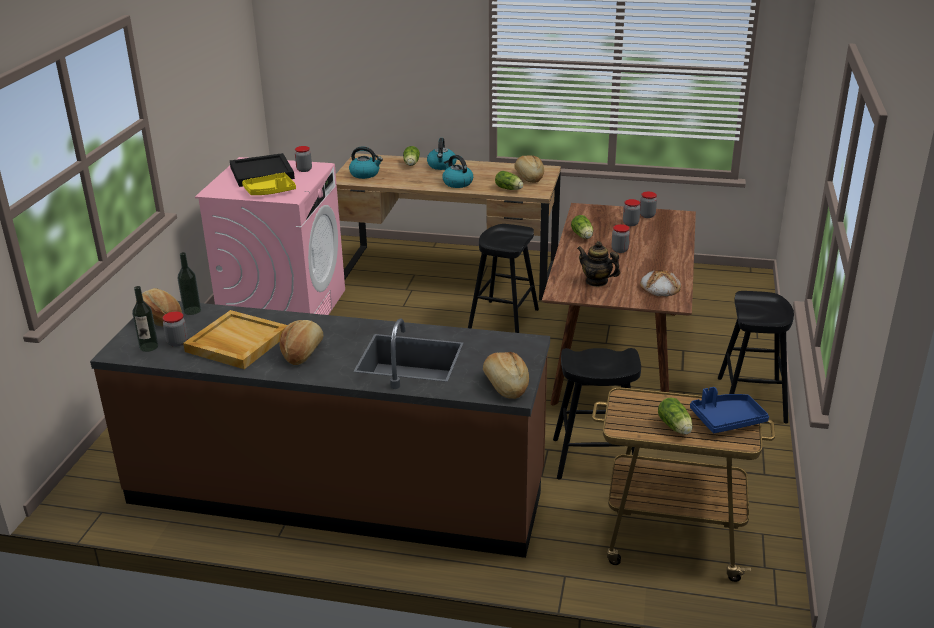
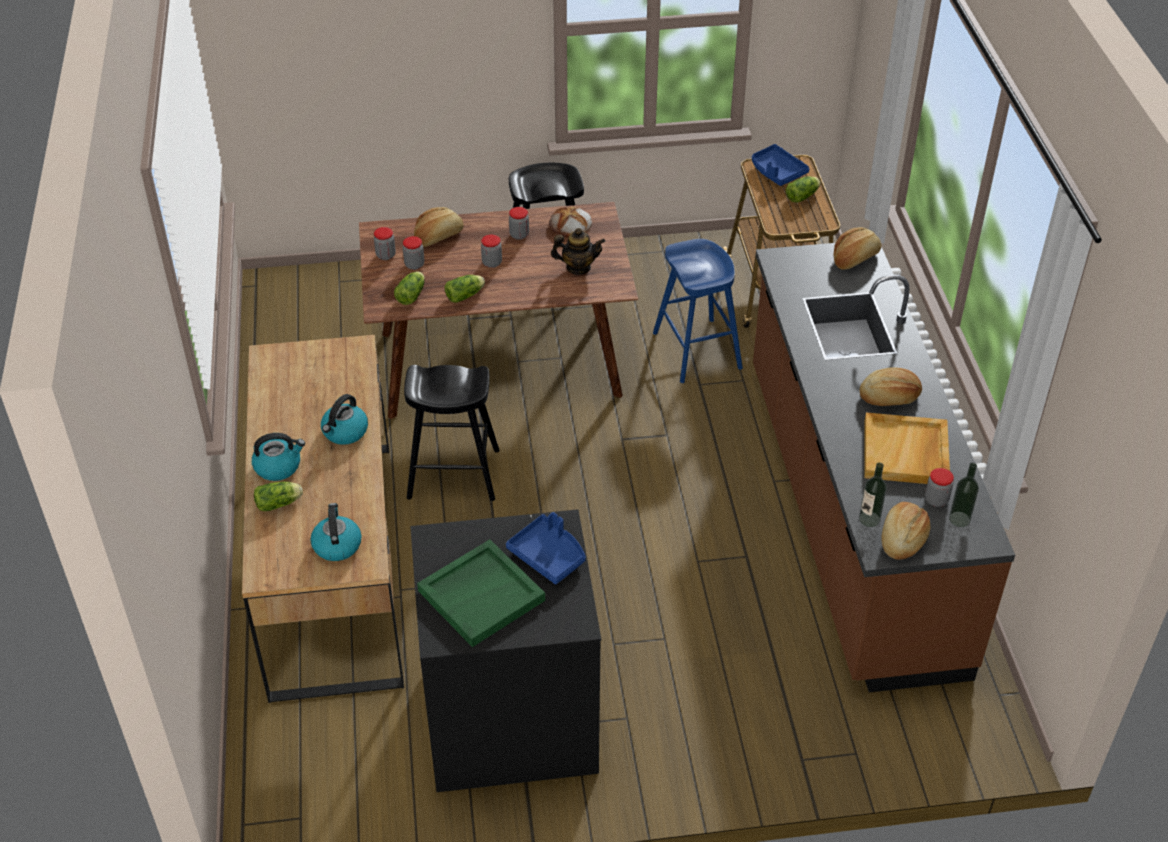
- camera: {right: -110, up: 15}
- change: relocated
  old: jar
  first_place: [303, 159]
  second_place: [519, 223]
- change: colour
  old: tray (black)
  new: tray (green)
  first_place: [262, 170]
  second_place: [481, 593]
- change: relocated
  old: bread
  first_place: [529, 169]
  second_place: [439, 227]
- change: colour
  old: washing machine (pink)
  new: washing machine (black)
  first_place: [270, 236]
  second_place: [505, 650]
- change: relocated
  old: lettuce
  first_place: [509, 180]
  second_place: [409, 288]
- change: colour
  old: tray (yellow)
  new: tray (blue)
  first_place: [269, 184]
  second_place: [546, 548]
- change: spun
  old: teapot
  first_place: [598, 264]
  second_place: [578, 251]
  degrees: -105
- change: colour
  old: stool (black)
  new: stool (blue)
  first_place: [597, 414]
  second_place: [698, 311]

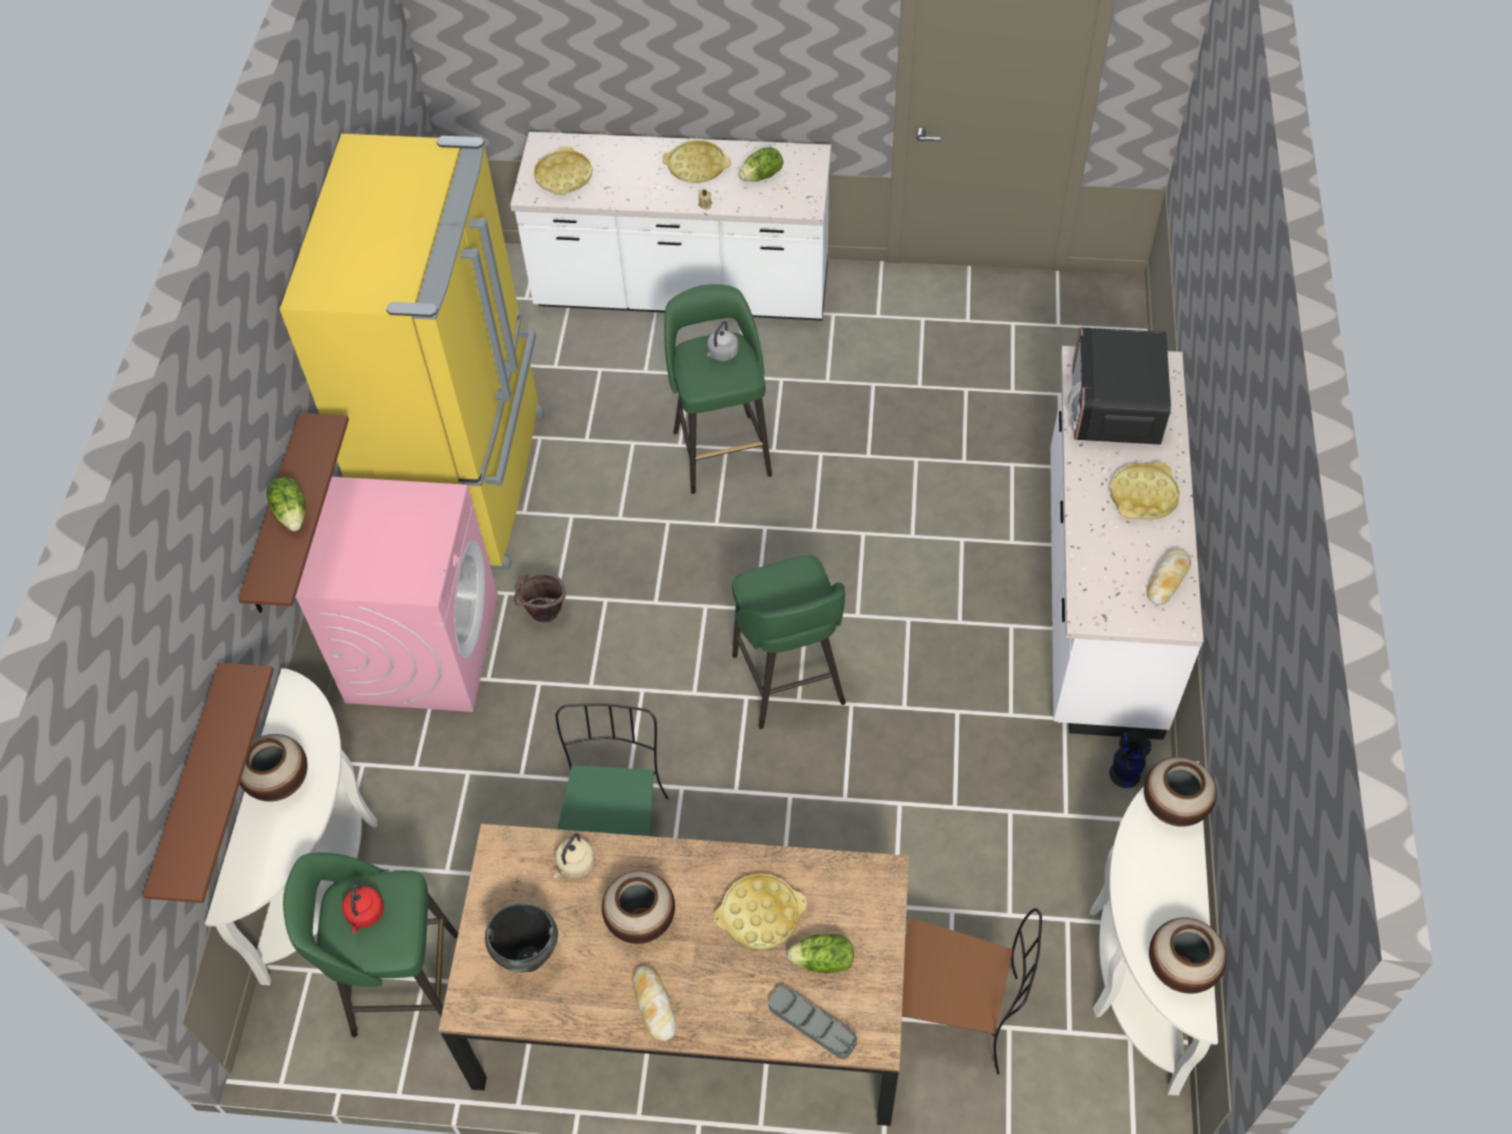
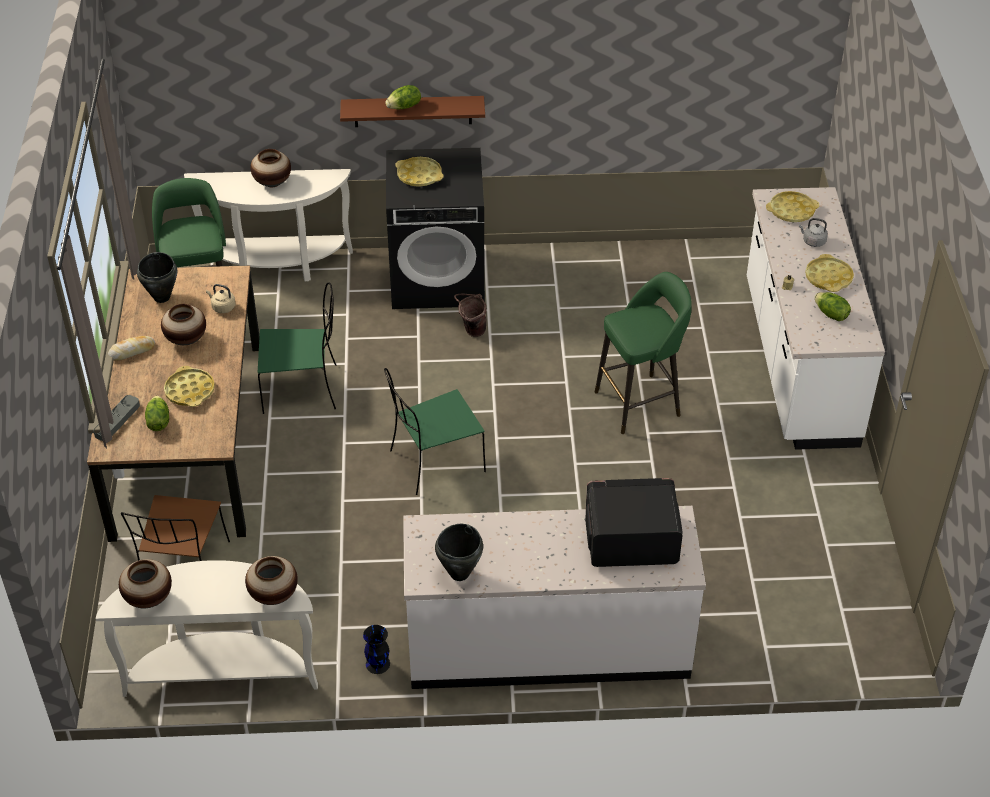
- camera: {right: 80, up: -10}
- change: missing
  old: fridge (yellow)
  first_place: [412, 352]
- change: relocated
  old: kettle (grey)
  first_place: [722, 341]
  second_place: [813, 232]
- change: relocated
  old: tray (yellow)
  first_place: [1145, 491]
  second_place: [419, 172]
- change: colour
  old: washing machine (pink)
  new: washing machine (black)
  first_place: [397, 594]
  second_place: [435, 228]
- change: exchanged
  old: bread
  new: cooking pot (black)
  first_place: [1169, 576]
  second_place: [459, 552]
- change: exchanged
  old: stool (green)
  new: chair (green)
  first_place: [789, 642]
  second_place: [435, 431]
- change: missing
  old: shelf (brown)
  first_place: [208, 783]
- change: missing
  old: kettle (red)
  first_place: [363, 907]

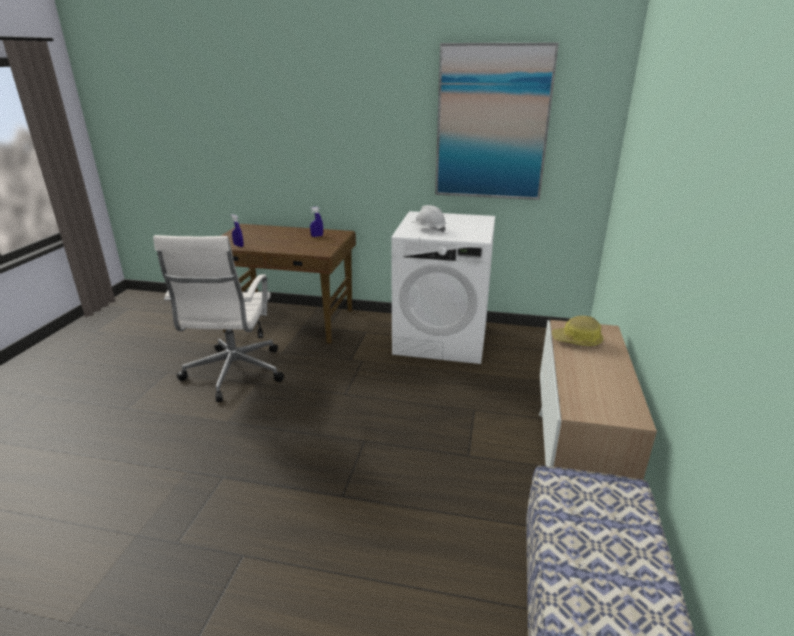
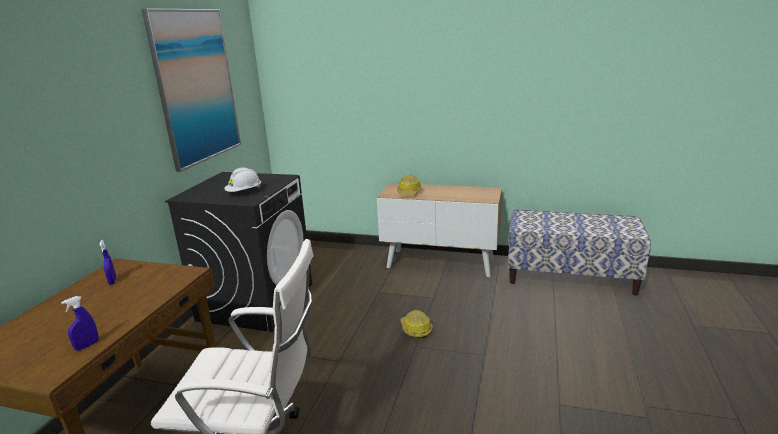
- camera: {right: -85, up: -5}
- change: colour
  old: washing machine (white)
  new: washing machine (black)
  first_place: [443, 287]
  second_place: [238, 252]
- change: appeared
  new: hard hat
  second_place: [416, 324]

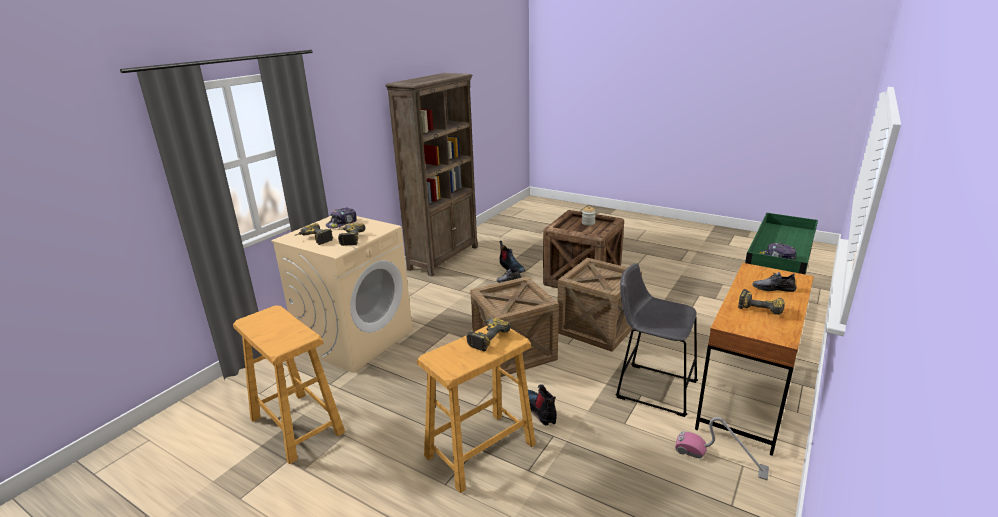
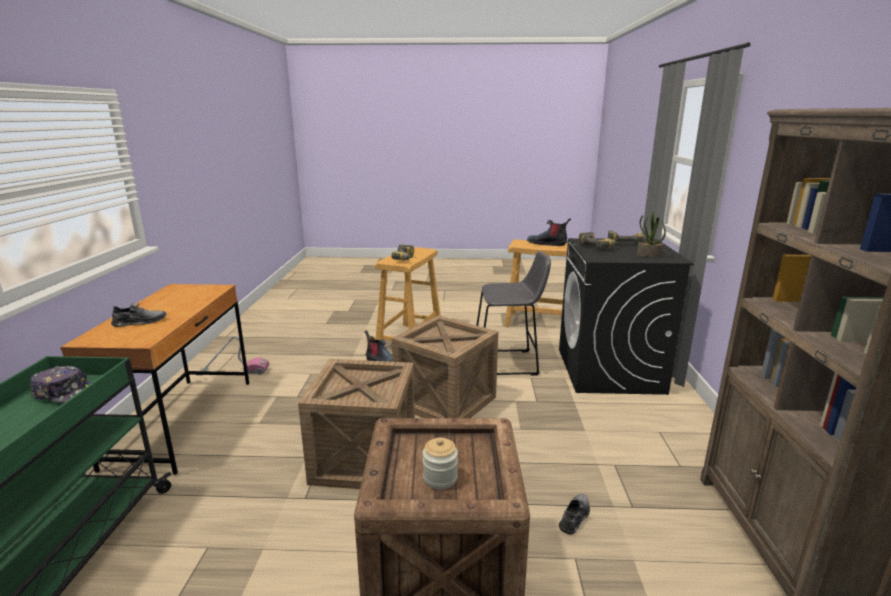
- camera: {right: 150, up: -5}
- change: exchanged
  old: cap
  new: potted plant
  first_place: [341, 218]
  second_place: [651, 234]
- change: colour
  old: washing machine (beige)
  new: washing machine (black)
  first_place: [342, 294]
  second_place: [626, 316]
- change: relocated
  old: boot
  first_place: [512, 257]
  second_place: [549, 232]
- change: relocated
  old: stool (grey)
  first_place: [656, 340]
  second_place: [513, 313]
- change: missing
  old: power drill
  first_place: [761, 302]

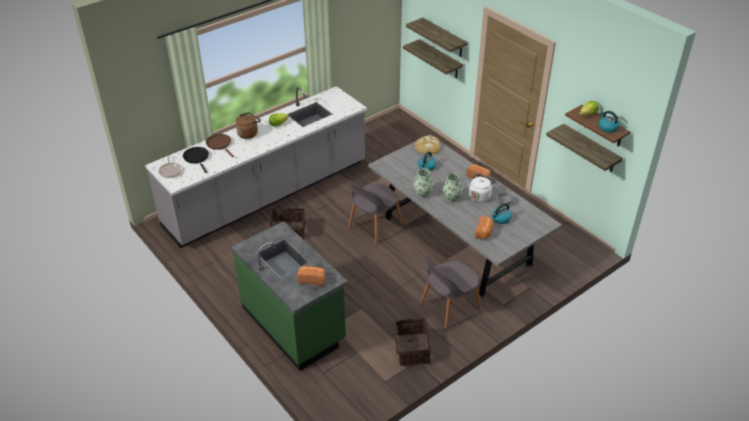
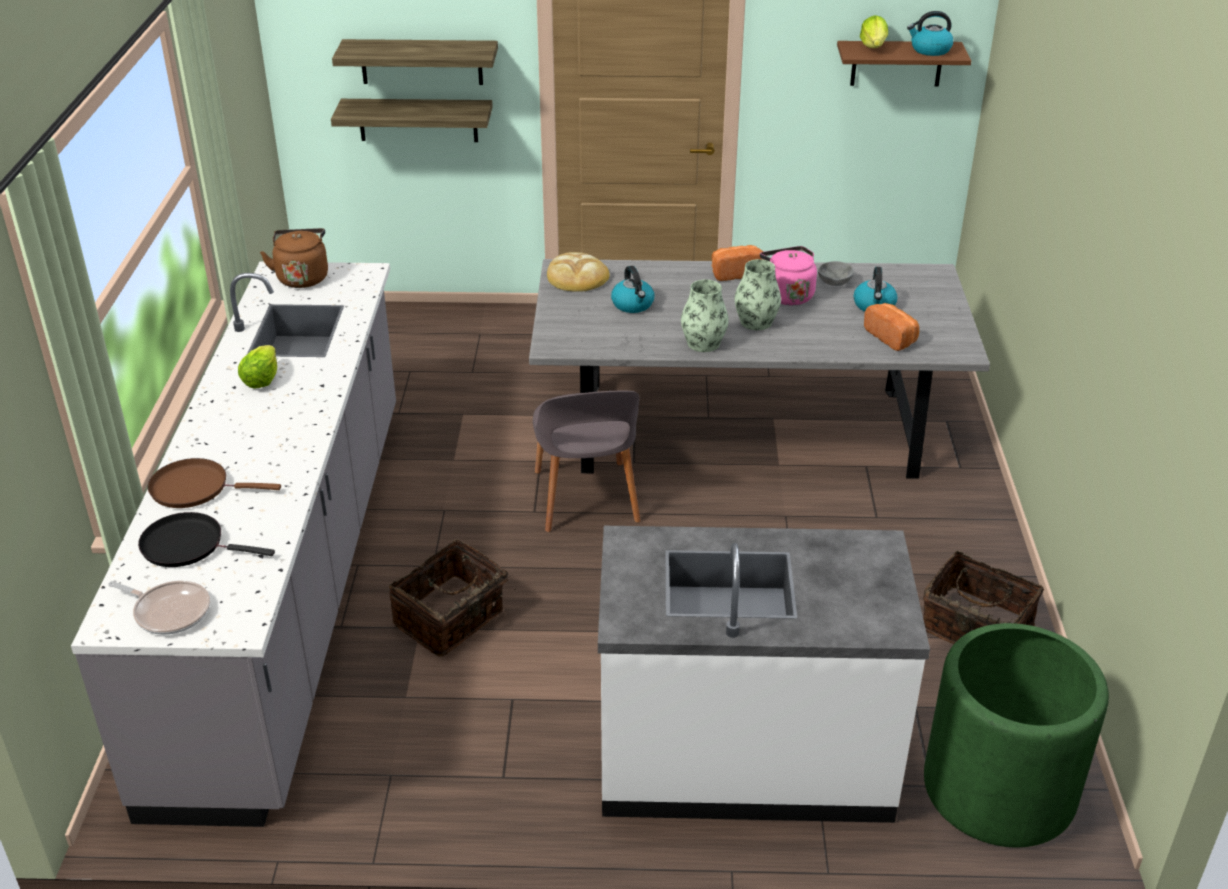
- camera: {right: -50, up: -5}
- change: relocated
  old: kettle (brown)
  first_place: [248, 125]
  second_place: [294, 258]
- change: missing
  old: shelf
  first_place: [584, 148]
- change: colour
  old: kettle (white)
  new: kettle (pink)
  first_place: [481, 188]
  second_place: [788, 275]
- change: colour
  old: counter (green)
  new: counter (white)
  first_place: [290, 296]
  second_place: [764, 674]
- change: missing
  old: chair (grey)
  first_place: [450, 292]
- change: missing
  old: bread
  first_place: [311, 275]
- change: appeared
  new: planter (green)
  second_place: [1016, 735]

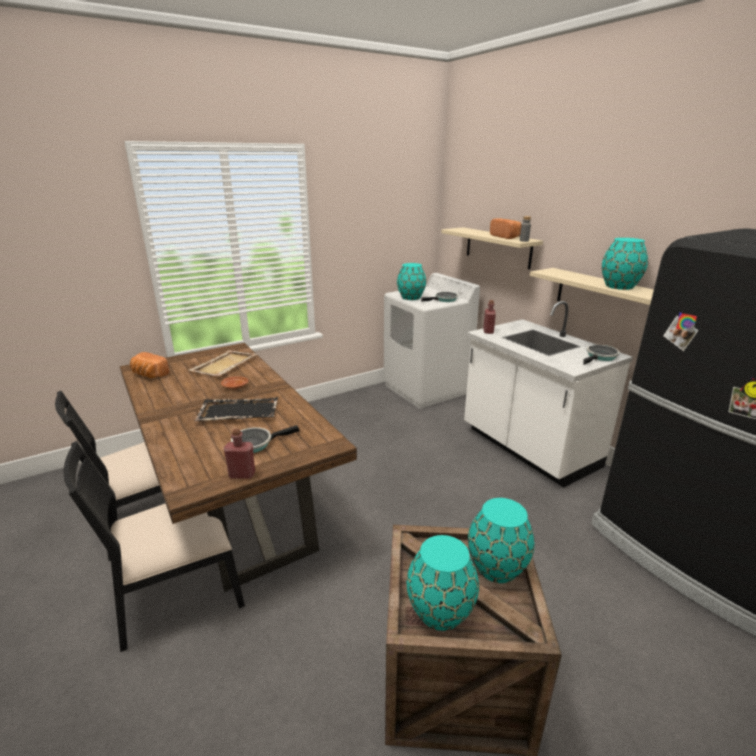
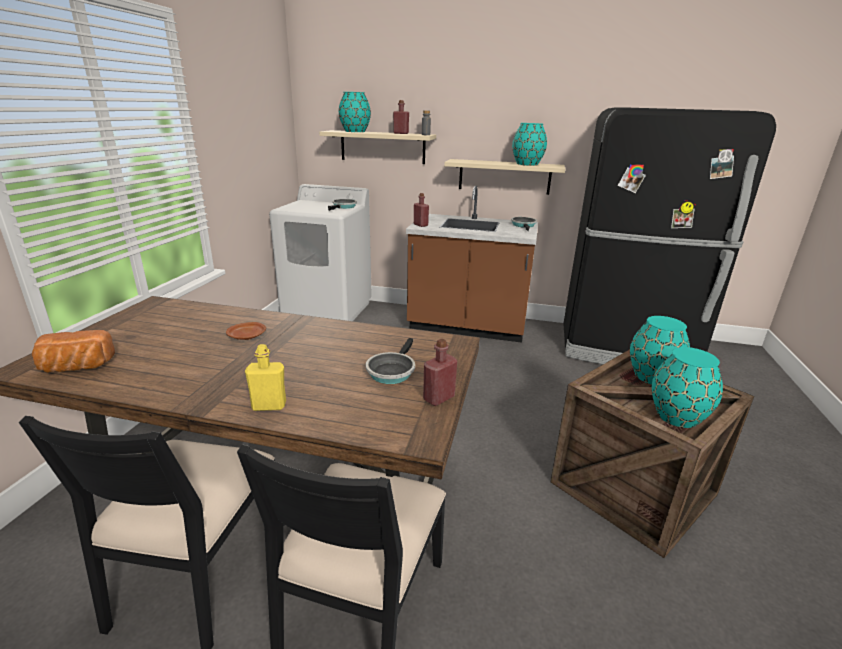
- camera: {right: -45, up: 0}
- change: exchanged
  old: bread
  new: bottle (red)
  first_place: [505, 228]
  second_place: [401, 117]
- change: relocated
  old: vase (turquoise)
  first_place: [411, 281]
  second_place: [355, 112]
- change: colour
  old: counter (white)
  new: counter (brown)
  first_place: [548, 394]
  second_place: [472, 264]
- change: missing
  old: tray (beige)
  first_place: [223, 363]
- change: missing
  old: tray (black)
  first_place: [236, 409]
- change: appeared
  new: bottle (yellow)
  second_place: [265, 377]

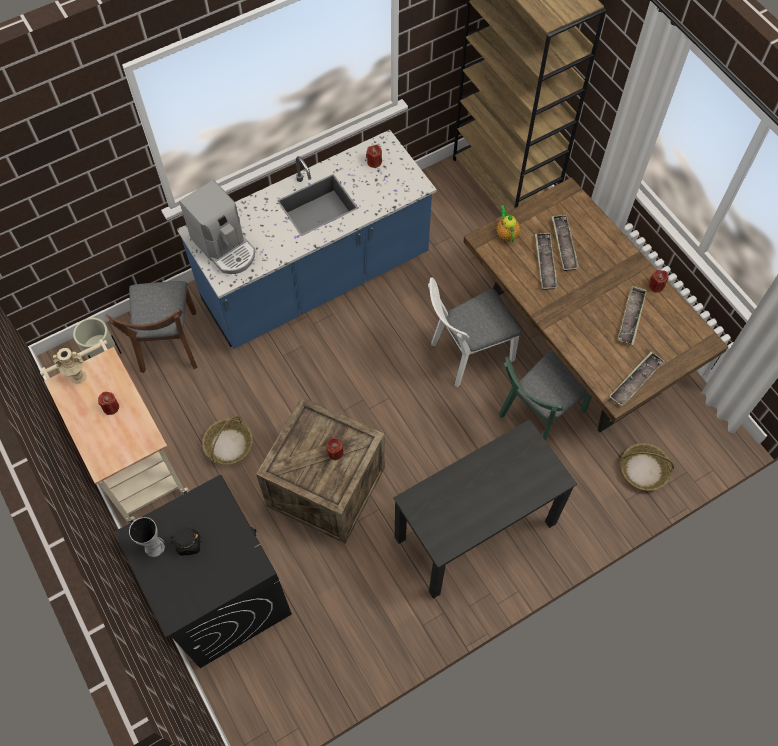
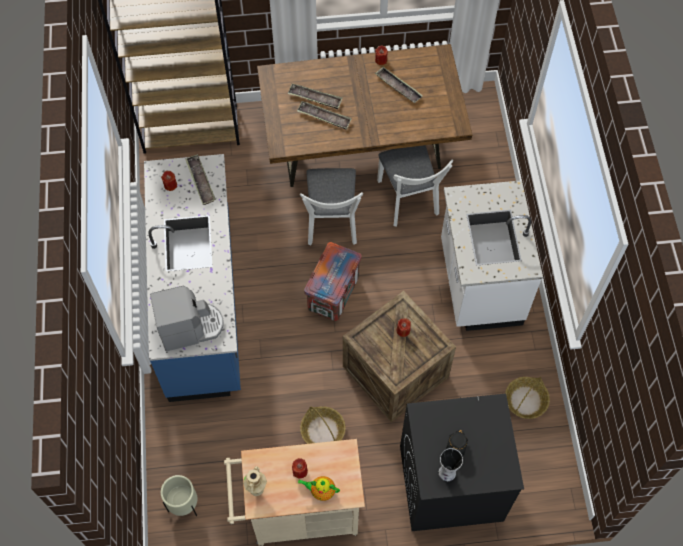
- camera: {right: -65, up: 0}
- change: relocated
  old: teapot
  first_place: [508, 223]
  second_place: [319, 488]
- change: missing
  old: chair (brown)
  first_place: [151, 327]
- change: colour
  old: chair (green)
  new: chair (white)
  first_place: [545, 395]
  second_place: [415, 186]
- change: relocated
  old: tray
  first_place: [636, 379]
  second_place: [200, 179]
- change: exchanged
  old: desk (black)
  new: counter (white)
  first_place: [485, 509]
  second_place: [492, 255]
- change: relocated
  old: basket
  first_place: [647, 467]
  second_place: [527, 398]
- change: appeared
  new: crate
  second_place: [333, 281]

